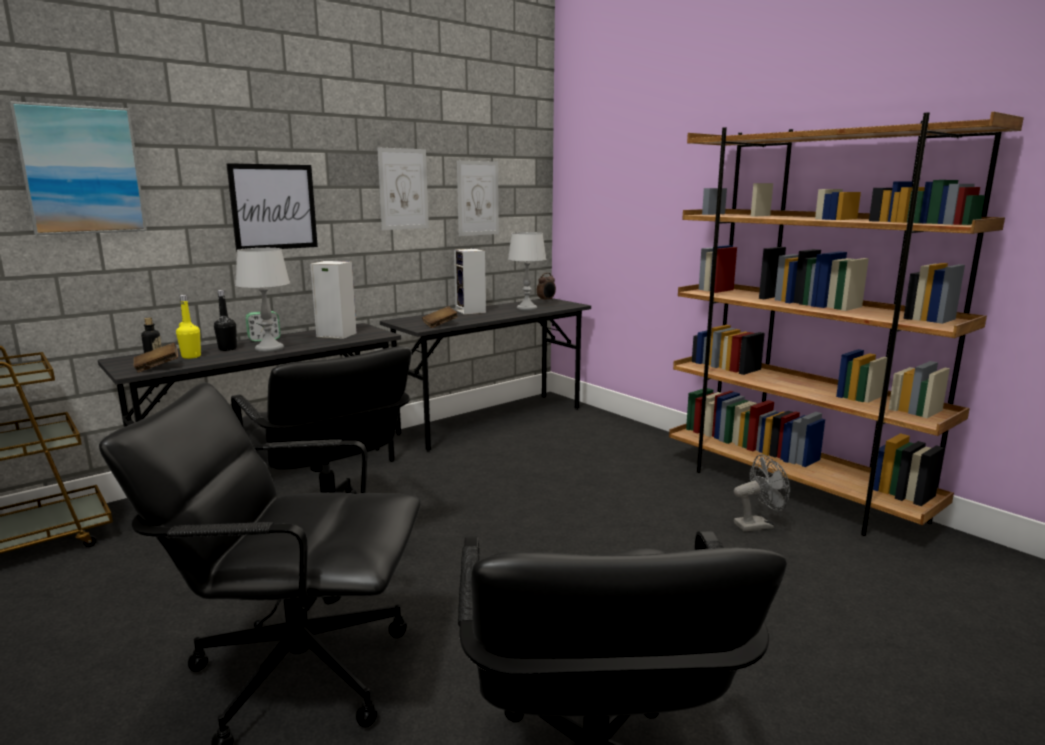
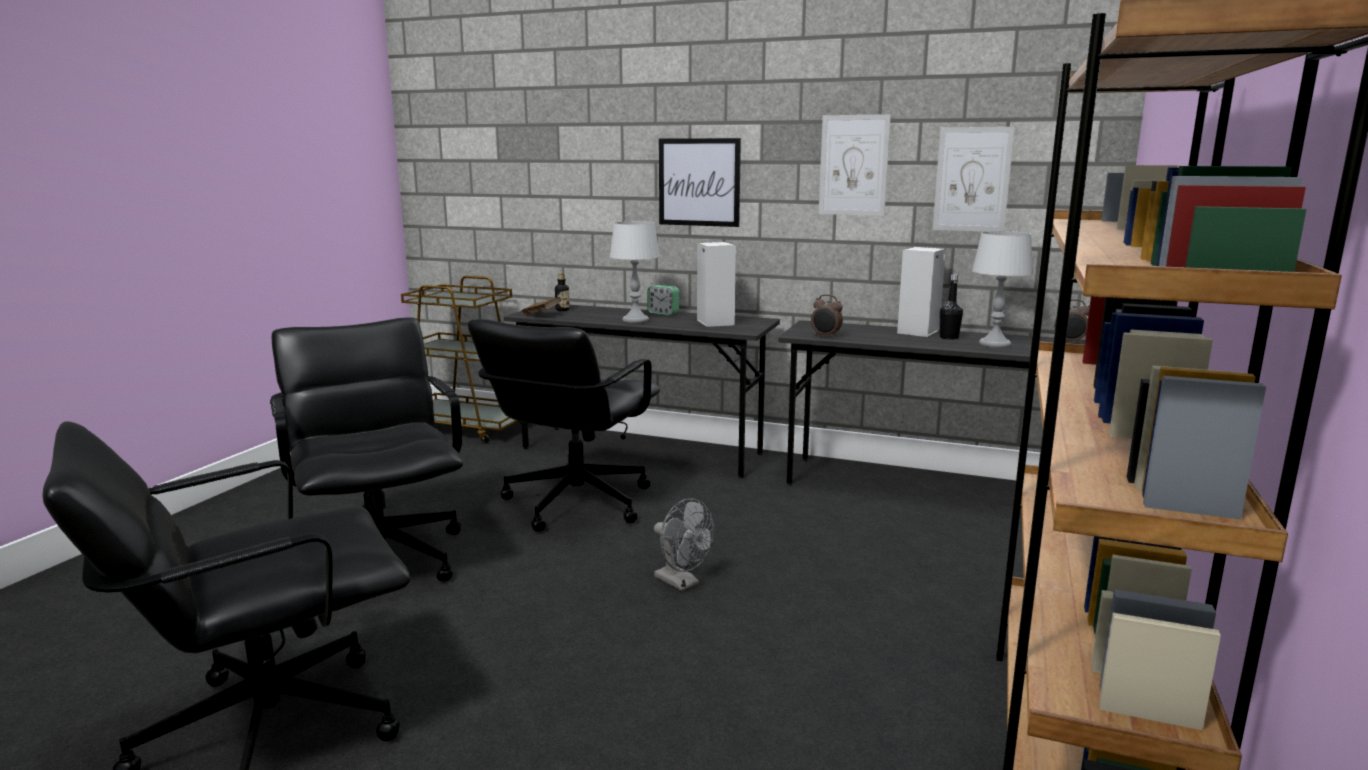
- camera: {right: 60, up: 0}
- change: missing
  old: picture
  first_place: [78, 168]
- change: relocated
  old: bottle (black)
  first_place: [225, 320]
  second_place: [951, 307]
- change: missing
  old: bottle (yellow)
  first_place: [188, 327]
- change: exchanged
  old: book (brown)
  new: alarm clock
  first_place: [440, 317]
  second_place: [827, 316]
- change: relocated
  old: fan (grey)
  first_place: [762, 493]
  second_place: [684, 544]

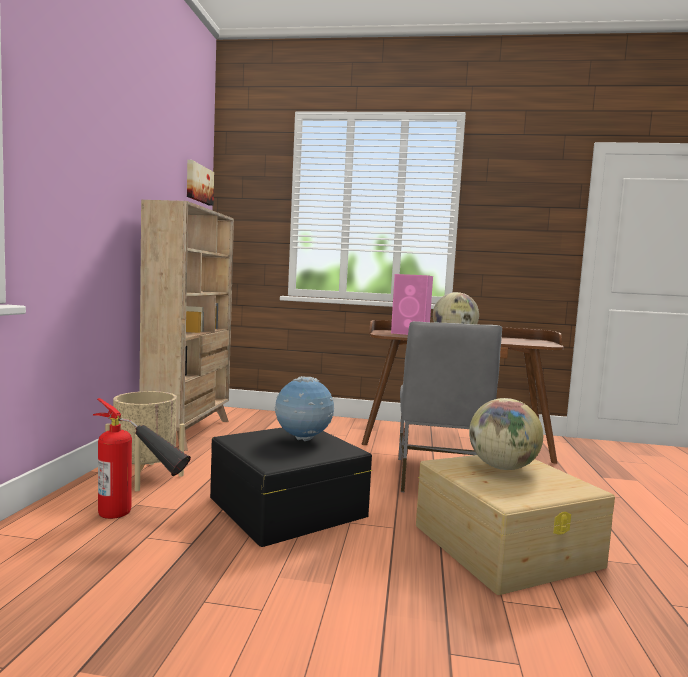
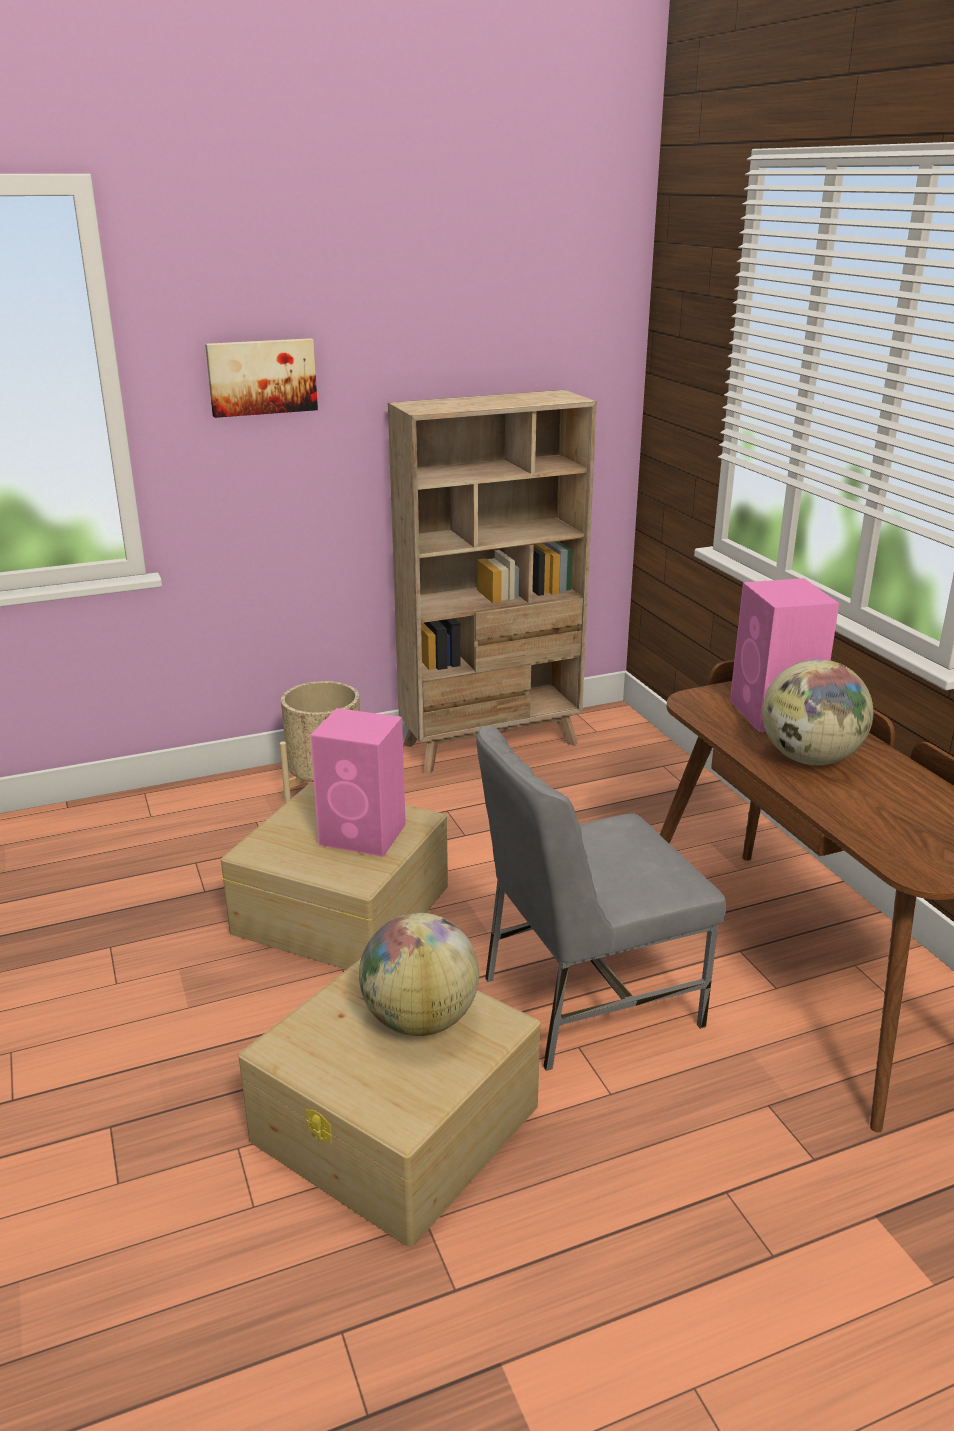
- camera: {right: 60, up: 20}
- change: relocated
  old: picture
  first_place: [200, 183]
  second_place: [261, 378]
- change: exchanged
  old: globe
  new: speaker (pink)
  first_place: [304, 408]
  second_place: [358, 782]
- change: missing
  old: fire extinguisher
  first_place: [142, 458]
- change: colour
  old: storage box (black)
  new: storage box (beige)
  first_place: [291, 487]
  second_place: [334, 876]

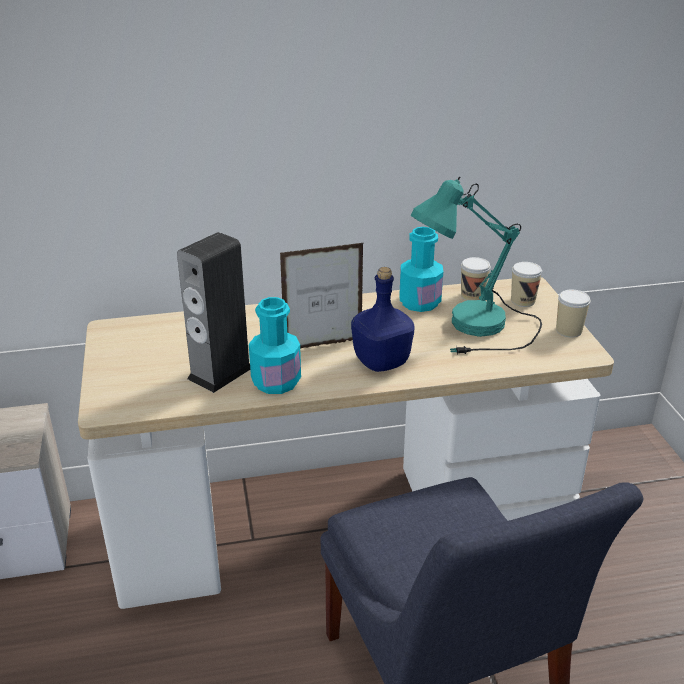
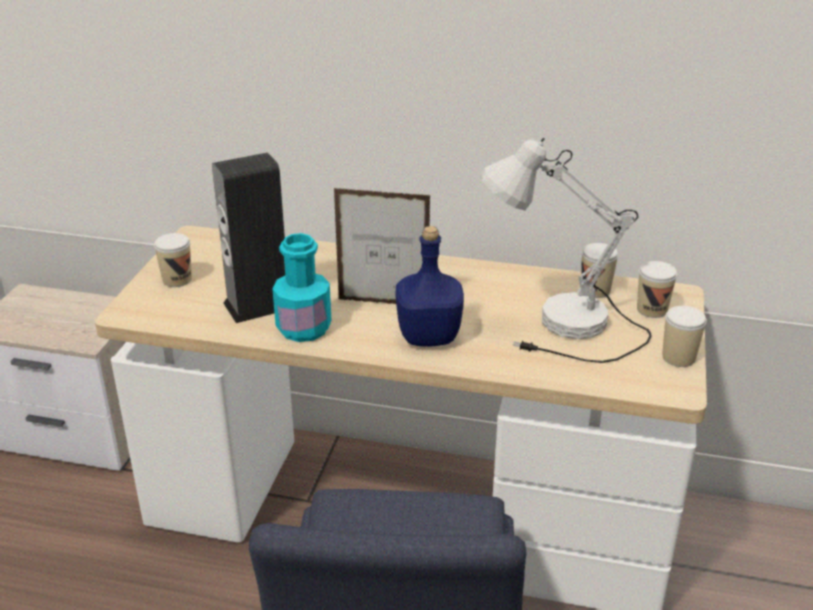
- camera: {right: 25, up: 0}
- change: colour
  old: table lamp (turquoise)
  new: table lamp (white)
  first_place: [476, 266]
  second_place: [566, 250]
- change: missing
  old: bottle (turquoise)
  first_place: [421, 269]
- change: appeared
  new: cup
  second_place: [173, 260]

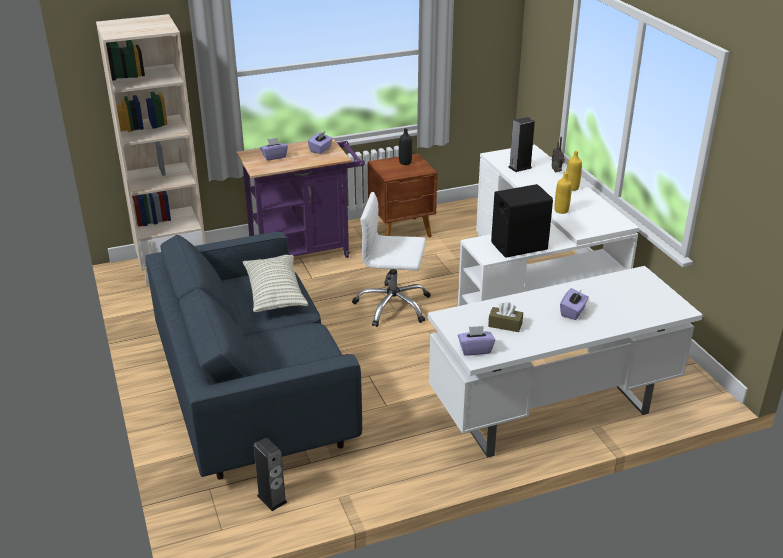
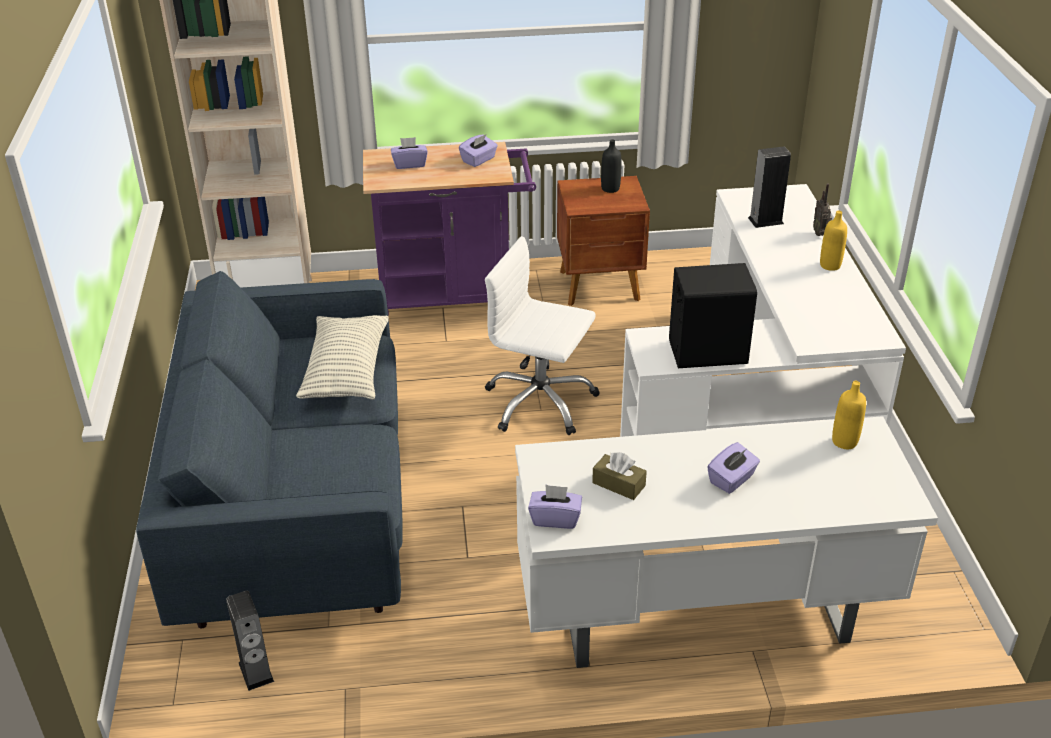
- camera: {right: 15, up: 5}
- change: relocated
  old: bottle (yellow)
  first_place: [563, 193]
  second_place: [849, 415]

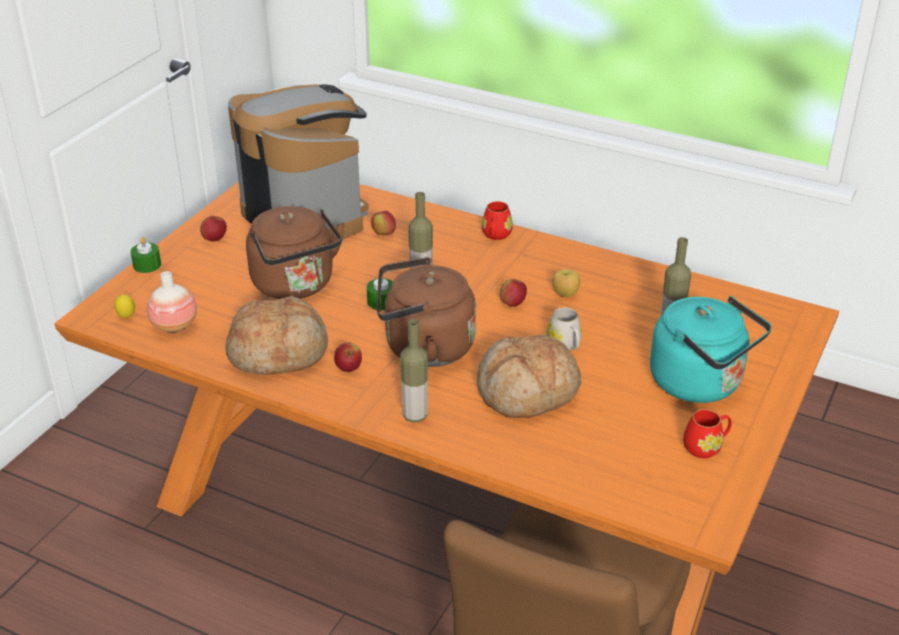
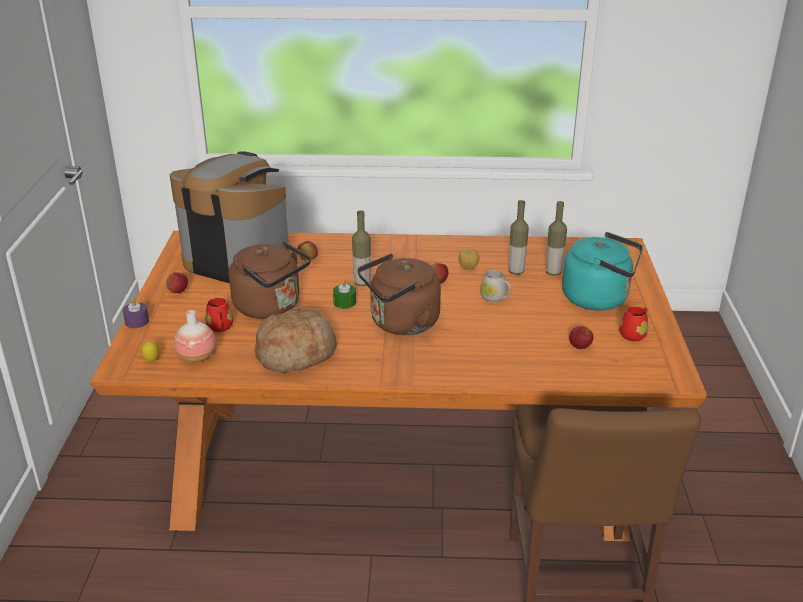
- camera: {right: -25, up: -5}
- change: relocated
  old: mug (red)
  first_place: [497, 220]
  second_place: [219, 314]
- change: colour
  old: candle (green)
  new: candle (purple)
  first_place: [146, 255]
  second_place: [136, 313]
- change: relocated
  old: bottle
  first_place: [414, 370]
  second_place: [519, 237]
- change: missing
  old: bread
  first_place: [529, 376]
- change: relocated
  old: apple
  first_place: [348, 357]
  second_place: [581, 337]

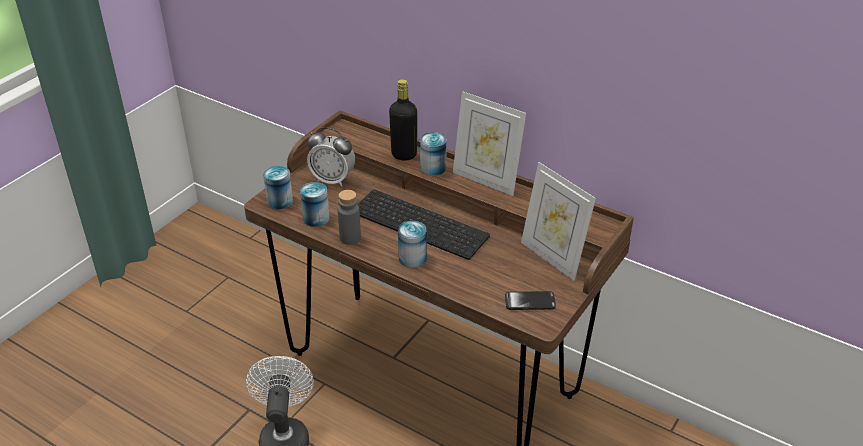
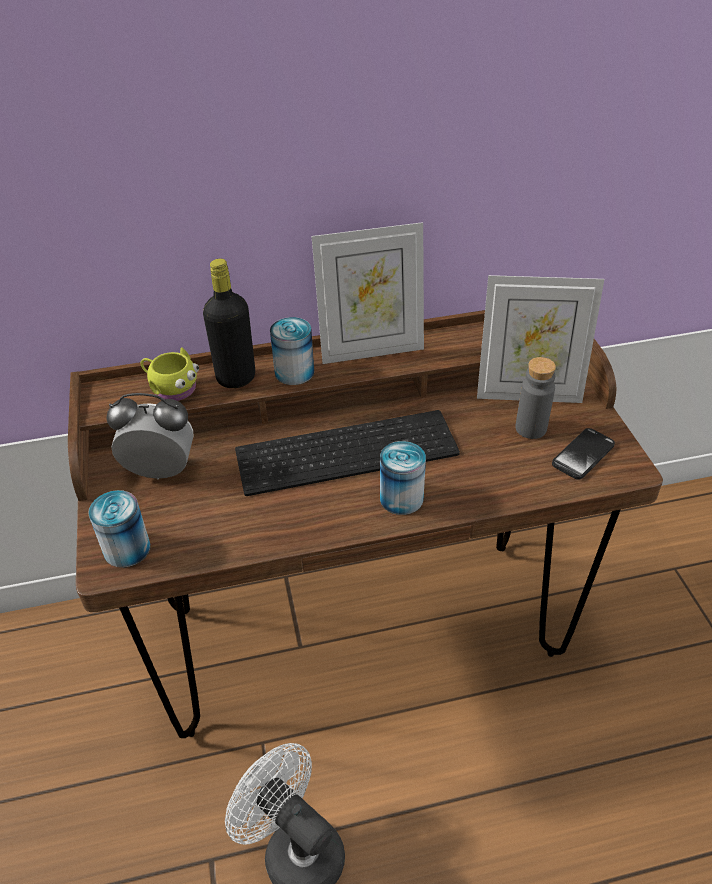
- camera: {right: -45, up: 5}
- change: spun
  old: alarm clock
  first_place: [331, 157]
  second_place: [149, 436]
  degrees: -150
- change: missing
  old: can
  first_place: [315, 204]
- change: relocated
  old: bottle (grey)
  first_place: [349, 217]
  second_place: [535, 398]
- change: appeared
  new: mug (yellow)
  second_place: [169, 374]

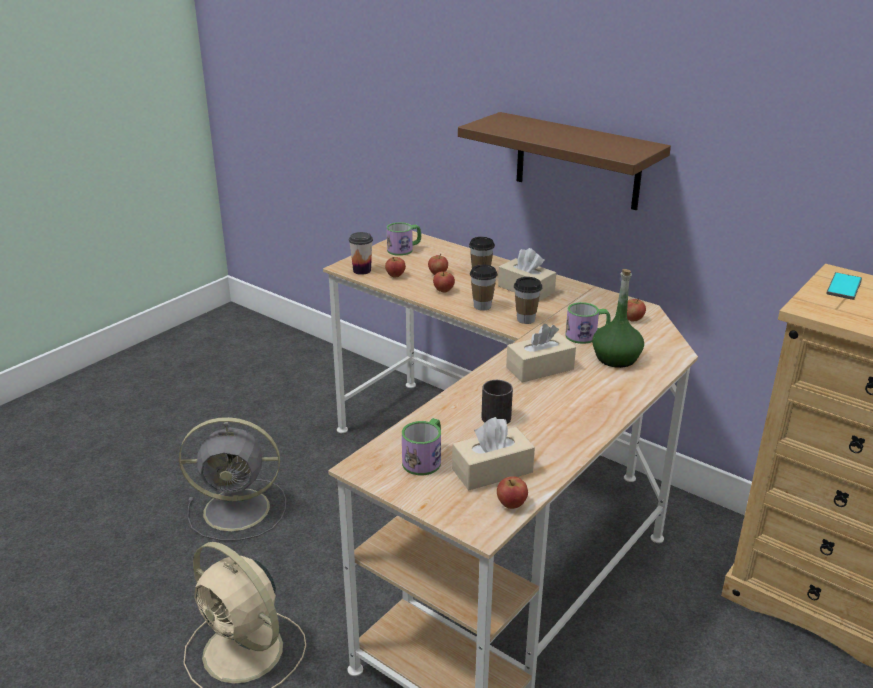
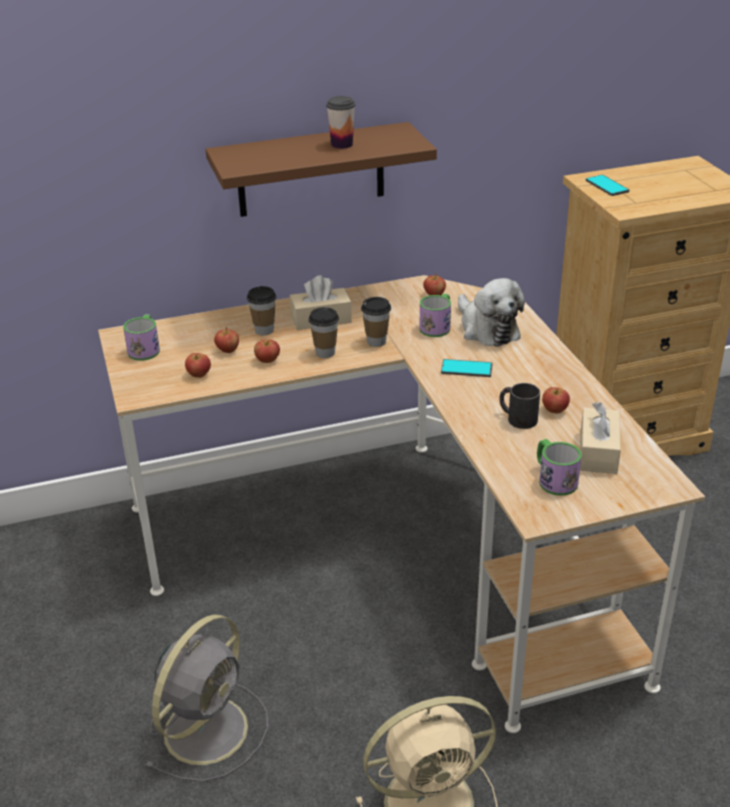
- camera: {right: -55, up: 5}
- change: relocated
  old: cup
  first_place: [361, 253]
  second_place: [340, 122]
- change: exchanged
  old: bottle (green)
  new: plush toy
  first_place: [618, 318]
  second_place: [491, 312]
- change: exchanged
  old: tissue box (beige)
  new: phone
  first_place: [541, 353]
  second_place: [467, 368]
- change: relocated
  old: apple
  first_place: [512, 492]
  second_place: [556, 400]

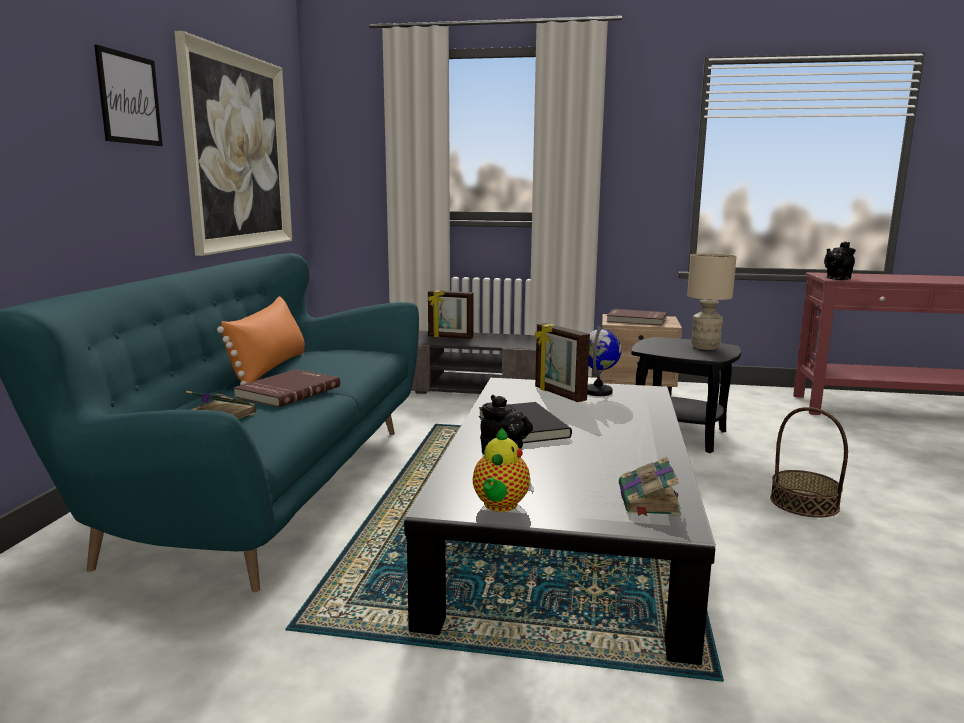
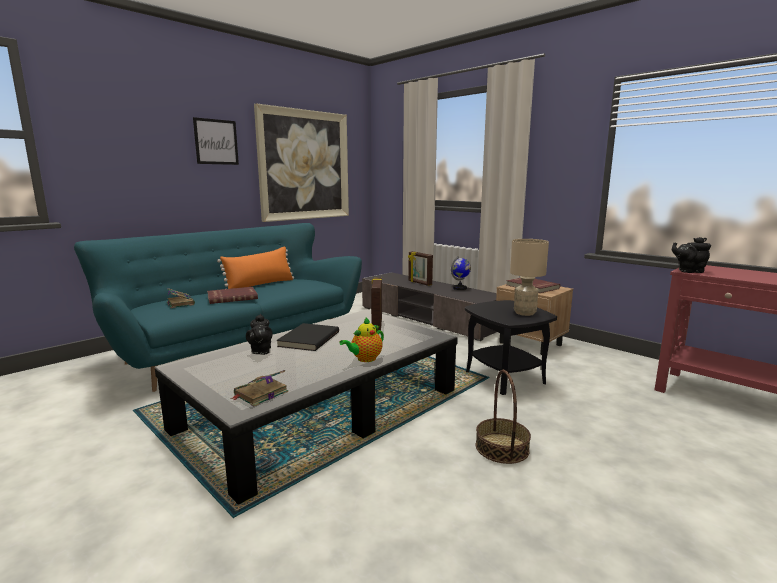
- camera: {right: 35, up: 0}
- change: relocated
  old: globe
  first_place: [604, 361]
  second_place: [461, 273]
- change: relocated
  old: teapot
  first_place: [501, 469]
  second_place: [361, 340]

